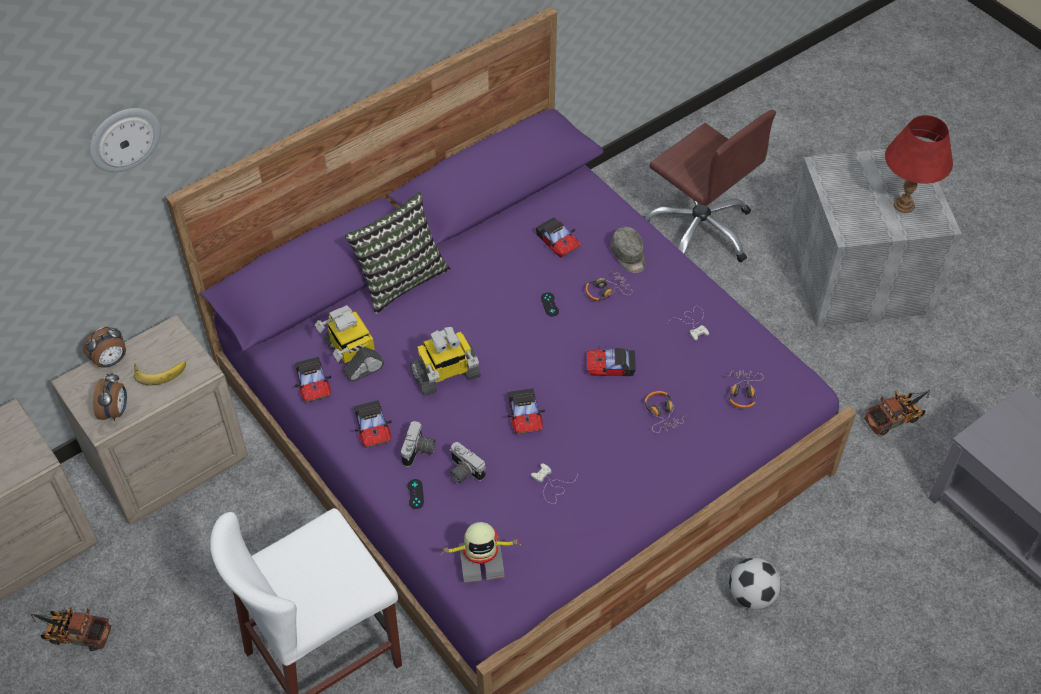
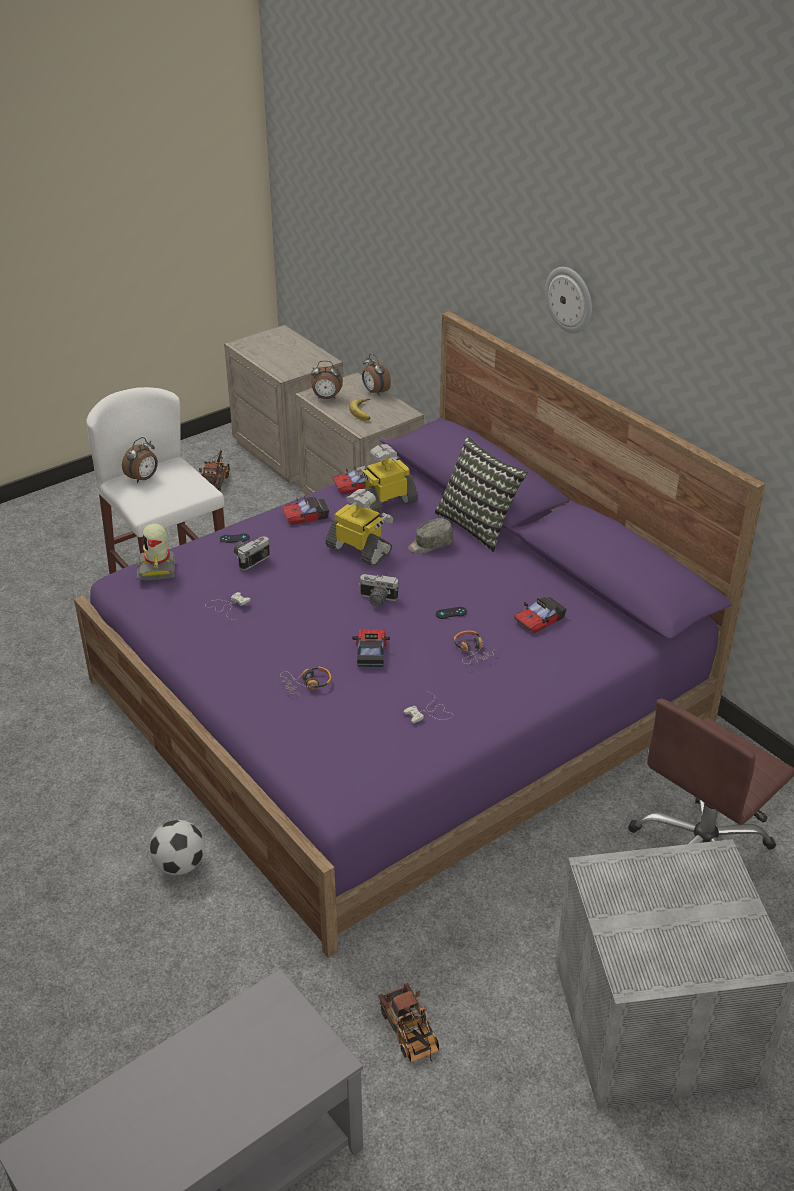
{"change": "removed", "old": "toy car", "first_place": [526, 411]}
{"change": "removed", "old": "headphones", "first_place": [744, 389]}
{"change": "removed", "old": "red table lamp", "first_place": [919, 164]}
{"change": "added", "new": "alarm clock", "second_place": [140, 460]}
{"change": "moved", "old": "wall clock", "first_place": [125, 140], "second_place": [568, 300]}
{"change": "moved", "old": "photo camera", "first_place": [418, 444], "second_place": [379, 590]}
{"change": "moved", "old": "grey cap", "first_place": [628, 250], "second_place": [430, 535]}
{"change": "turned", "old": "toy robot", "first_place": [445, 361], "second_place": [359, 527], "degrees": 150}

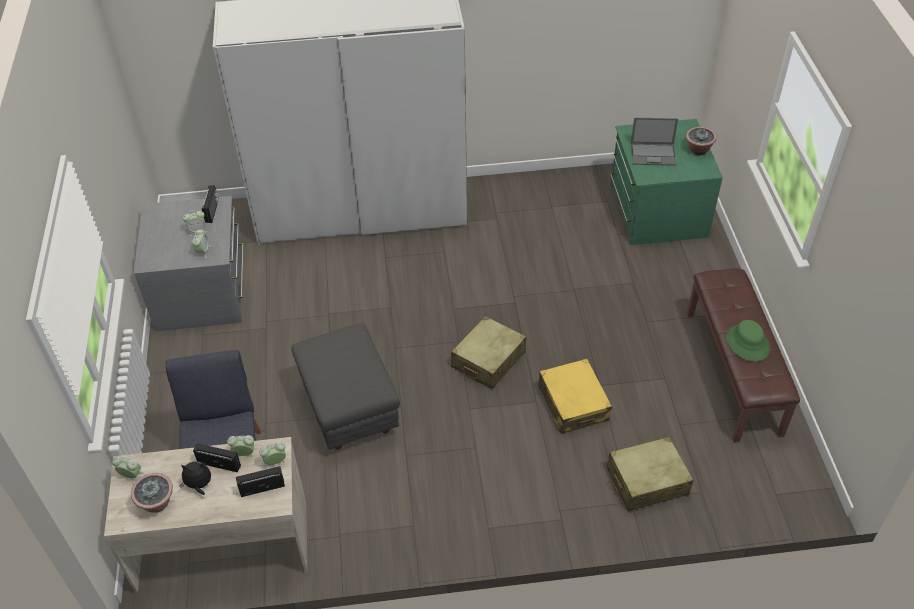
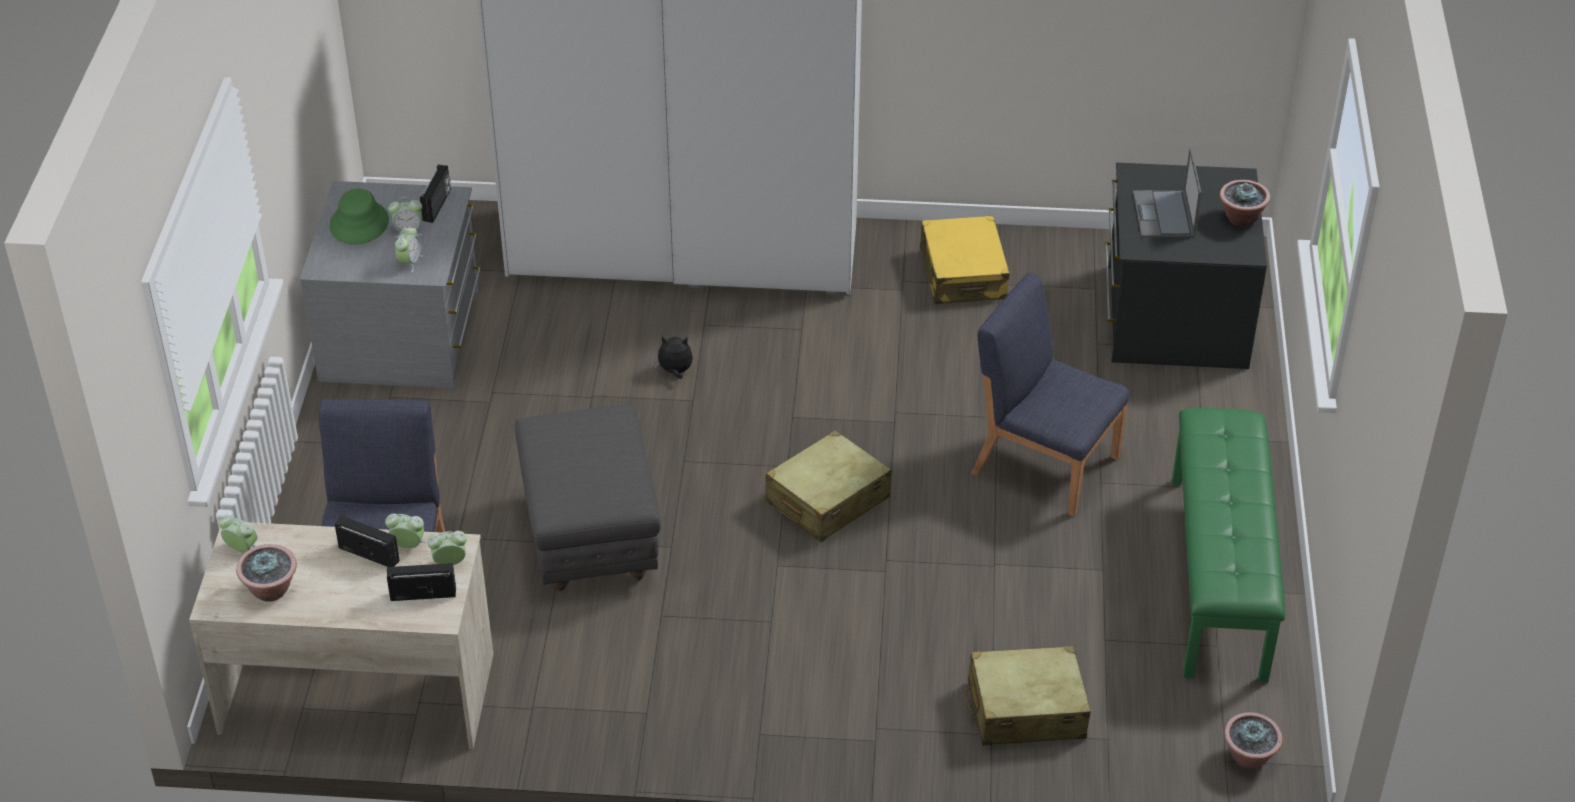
{"change": "added", "new": "blue chair", "second_place": [1050, 395]}
{"change": "added", "new": "potted plant", "second_place": [1253, 740]}
{"change": "moved", "old": "plush toy", "first_place": [195, 478], "second_place": [673, 357]}
{"change": "moved", "old": "yellow suitcase", "first_place": [575, 396], "second_place": [965, 260]}
{"change": "moved", "old": "green hat", "first_place": [748, 341], "second_place": [359, 216]}
{"change": "recoloured", "old": "green dresser", "new": "black dresser", "first_place": [666, 182], "second_place": [1186, 266]}
{"change": "recoloured", "old": "brown bench", "new": "green bench", "first_place": [743, 356], "second_place": [1228, 545]}
{"change": "turned", "old": "laptop", "first_place": [654, 142], "second_place": [1167, 192], "degrees": 75}

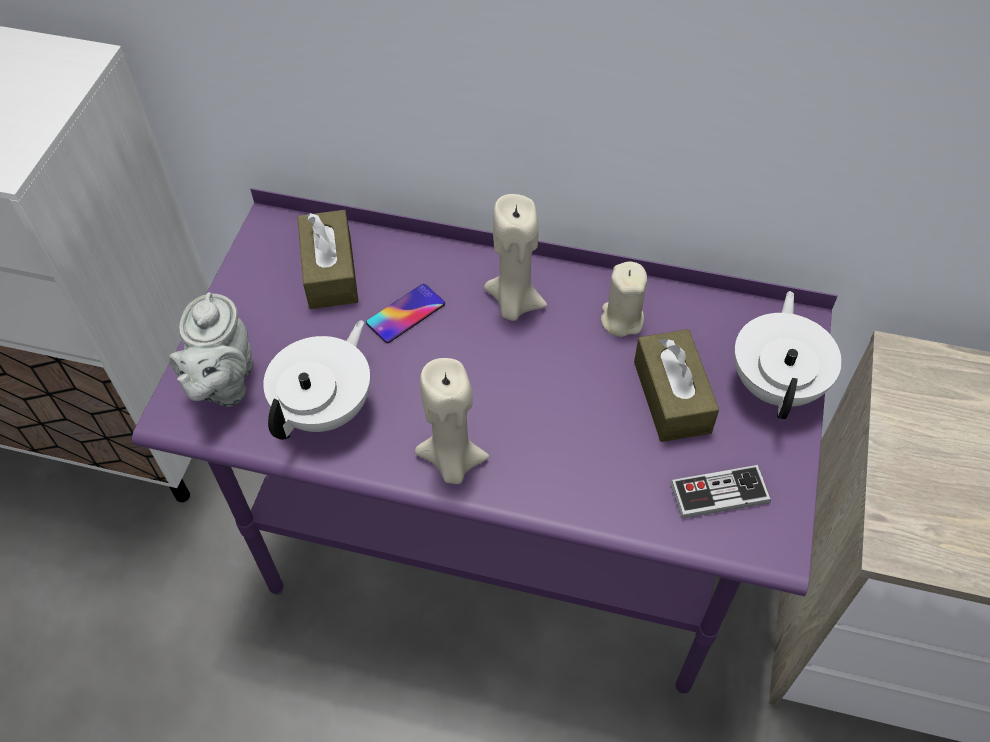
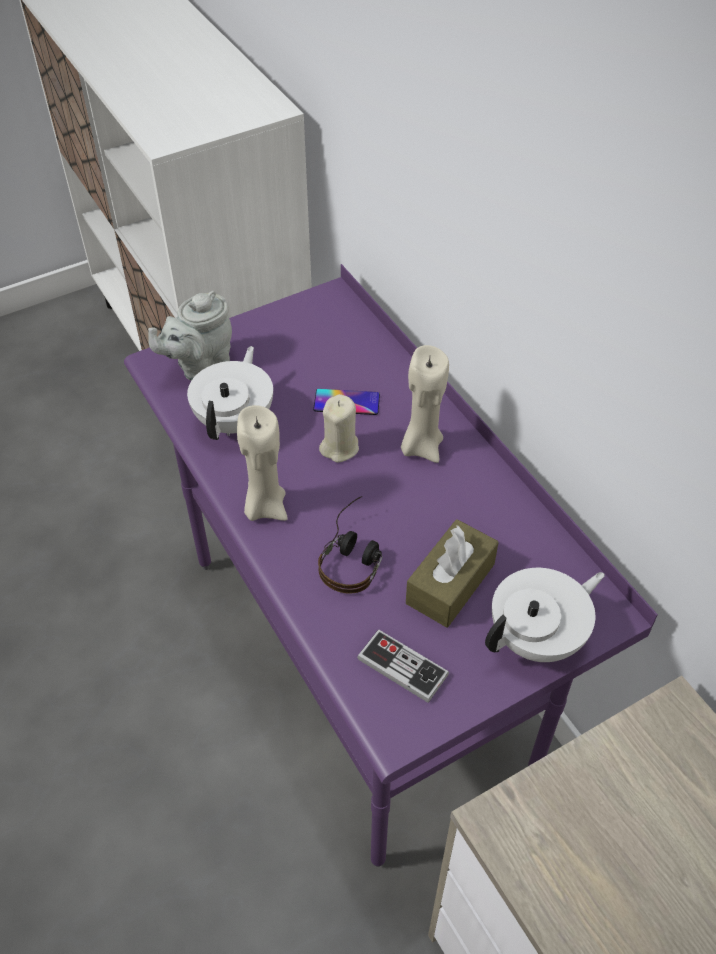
{"change": "removed", "old": "brown tissue box", "first_place": [328, 259]}
{"change": "added", "new": "headphones", "second_place": [350, 545]}
{"change": "moved", "old": "beige candle", "first_place": [624, 299], "second_place": [339, 428]}
{"change": "turned", "old": "white teapot", "first_place": [316, 380], "second_place": [230, 393], "degrees": -60}

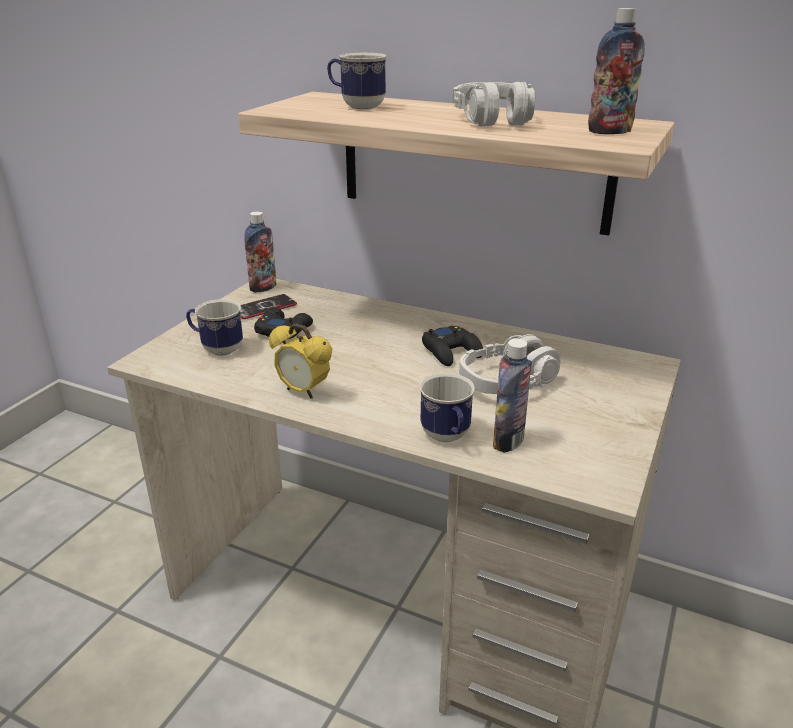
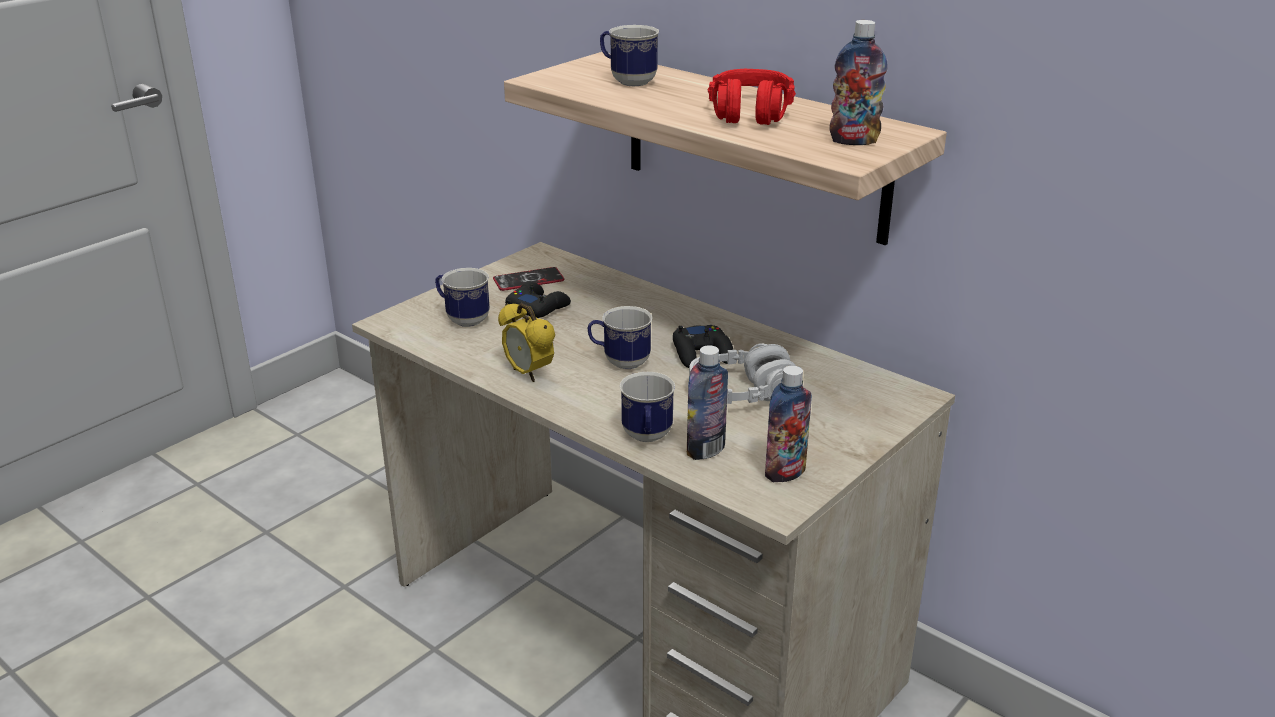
{"change": "added", "new": "mug", "second_place": [619, 337]}
{"change": "moved", "old": "bottle", "first_place": [260, 252], "second_place": [788, 424]}
{"change": "recoloured", "old": "grey headphones", "new": "red headphones", "first_place": [494, 104], "second_place": [752, 97]}

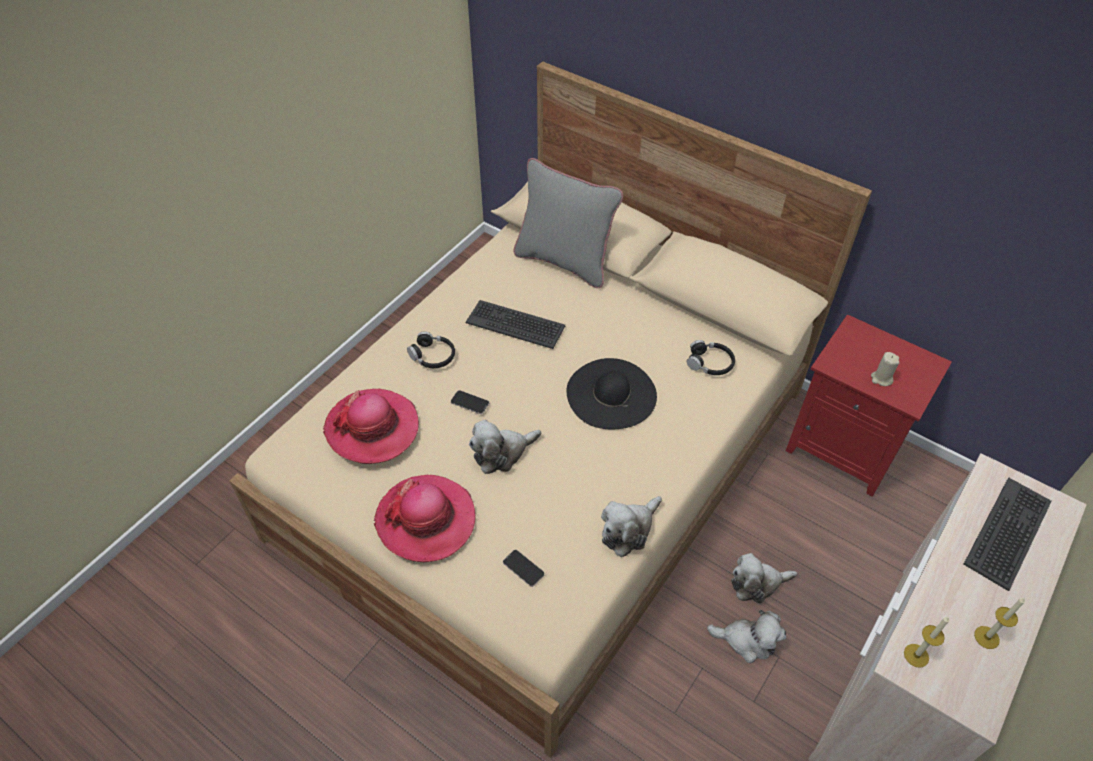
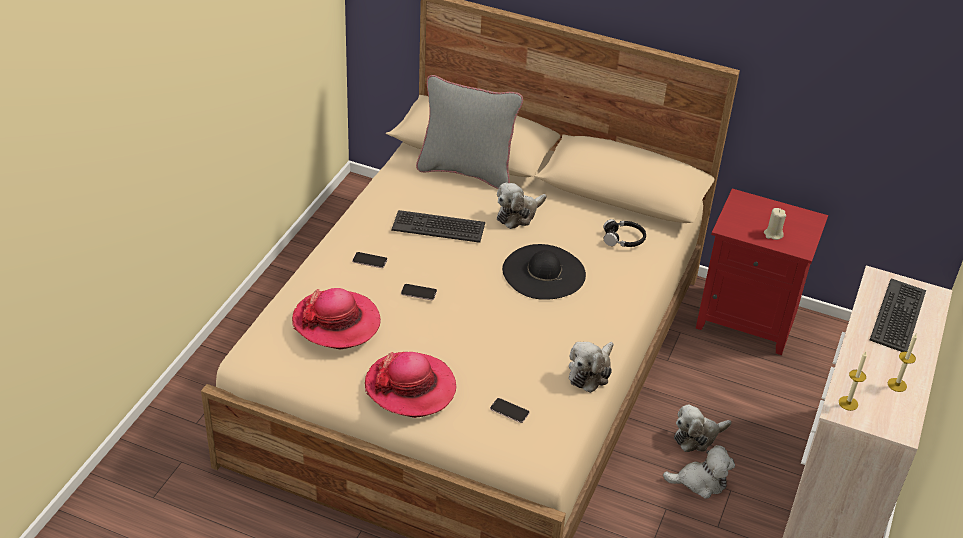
{"change": "moved", "old": "plush toy", "first_place": [505, 447], "second_place": [521, 206]}
{"change": "replaced", "old": "black headphones", "new": "phone", "first_place": [431, 349], "second_place": [370, 260]}

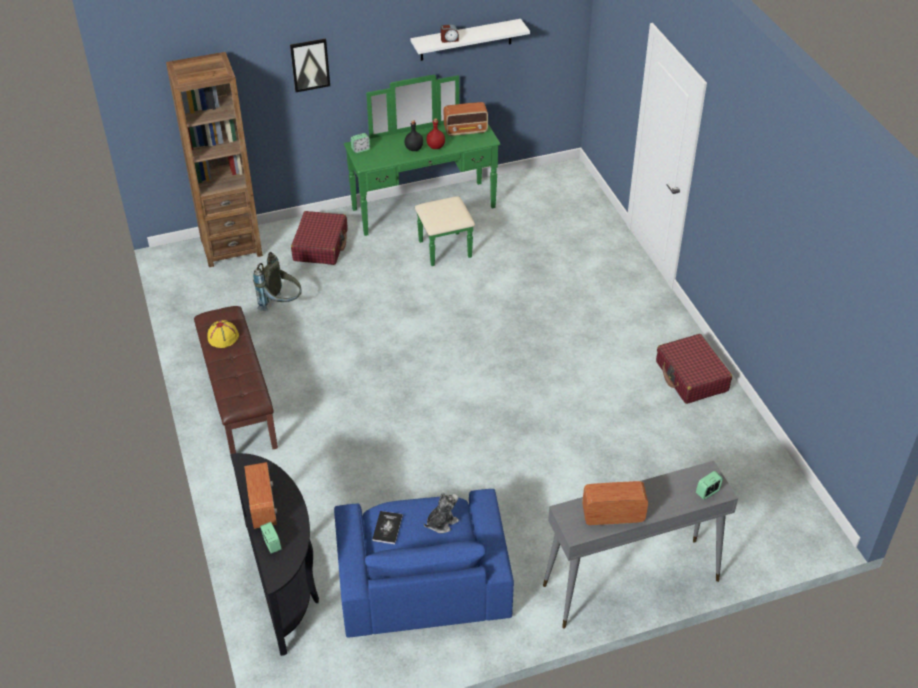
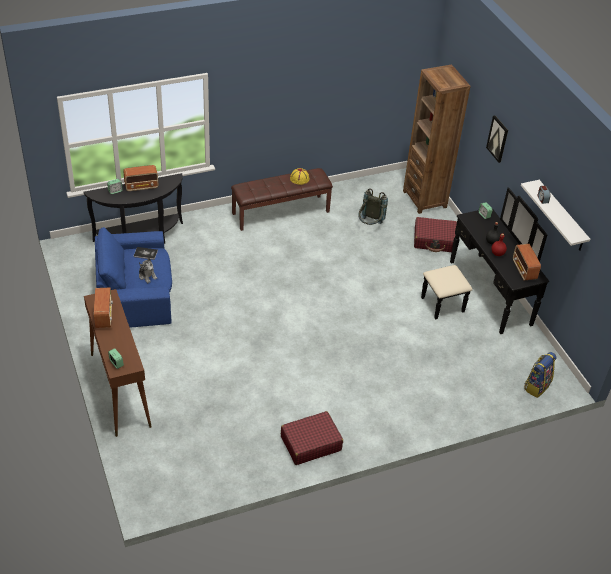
{"change": "added", "new": "backpack", "second_place": [540, 375]}
{"change": "recoloured", "old": "green dresser", "new": "black dresser", "first_place": [422, 170], "second_place": [485, 260]}
{"change": "recoloured", "old": "grey console table", "new": "brown console table", "first_place": [640, 545], "second_place": [118, 363]}

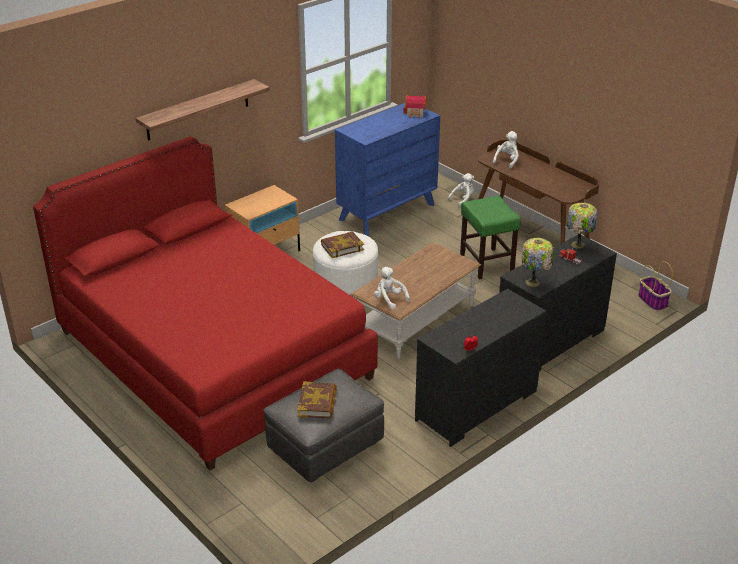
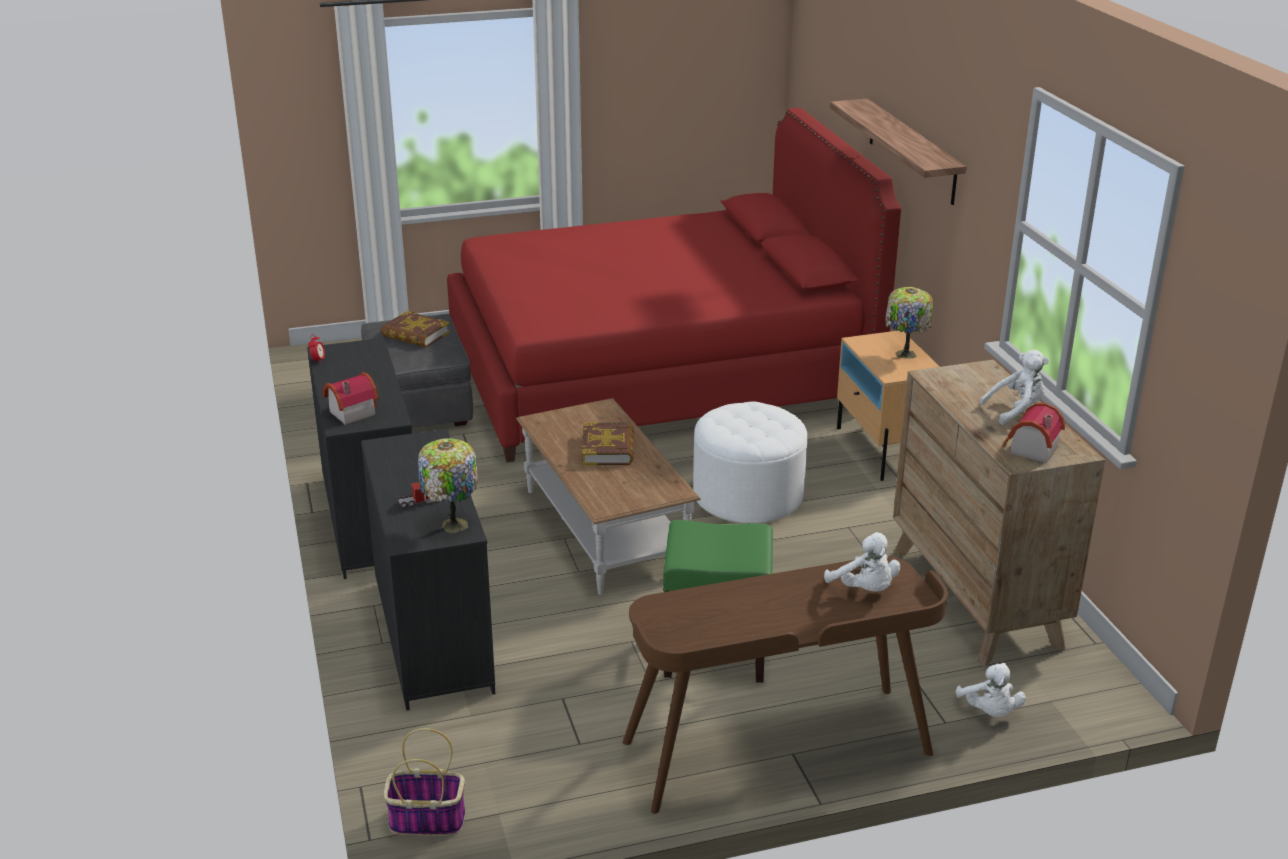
{"change": "added", "new": "toy house", "second_place": [351, 398]}
{"change": "moved", "old": "book", "first_place": [342, 245], "second_place": [608, 443]}
{"change": "moved", "old": "white plush toy", "first_place": [392, 288], "second_place": [1014, 387]}
{"change": "moved", "old": "table lamp", "first_place": [537, 262], "second_place": [909, 323]}
{"change": "recoloured", "old": "blue dresser", "new": "brown dresser", "first_place": [387, 169], "second_place": [999, 513]}

